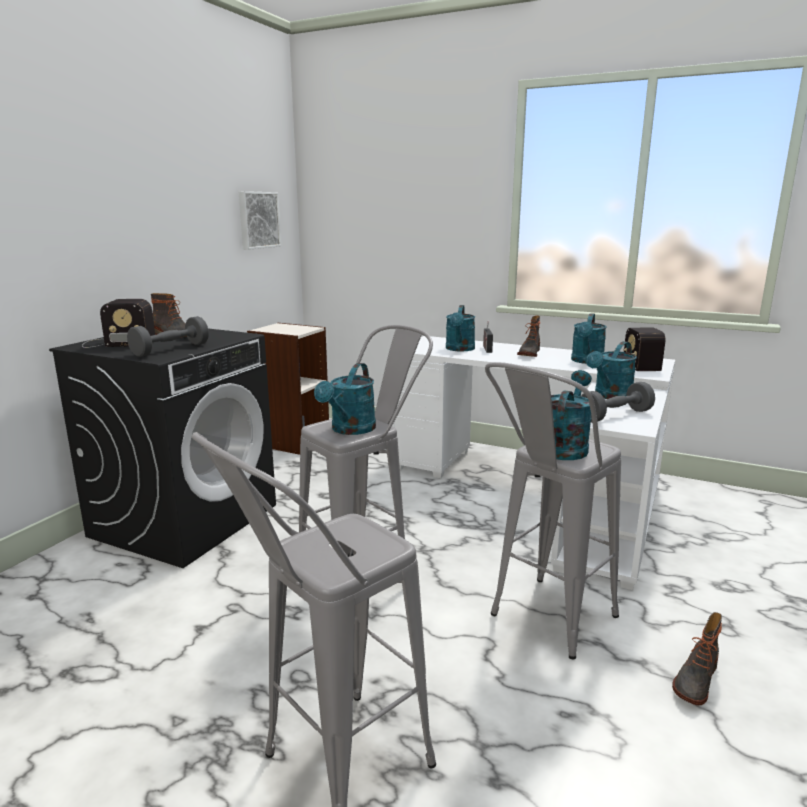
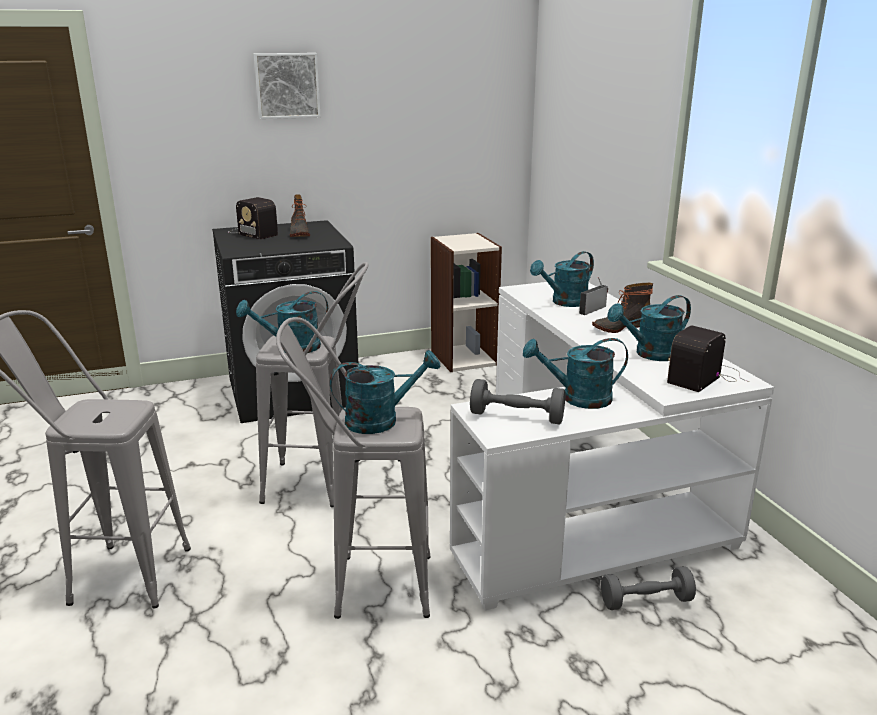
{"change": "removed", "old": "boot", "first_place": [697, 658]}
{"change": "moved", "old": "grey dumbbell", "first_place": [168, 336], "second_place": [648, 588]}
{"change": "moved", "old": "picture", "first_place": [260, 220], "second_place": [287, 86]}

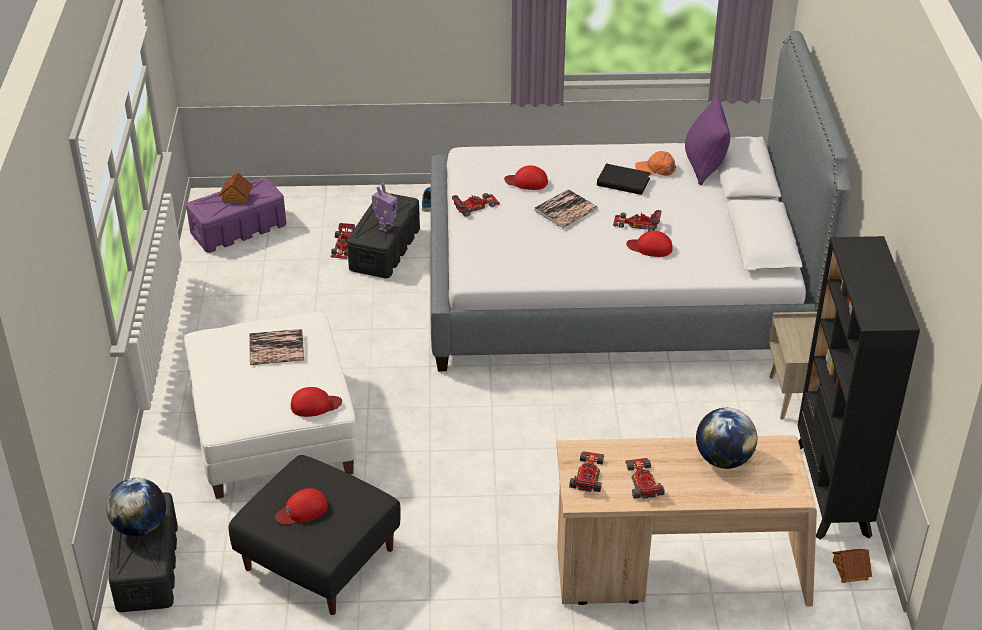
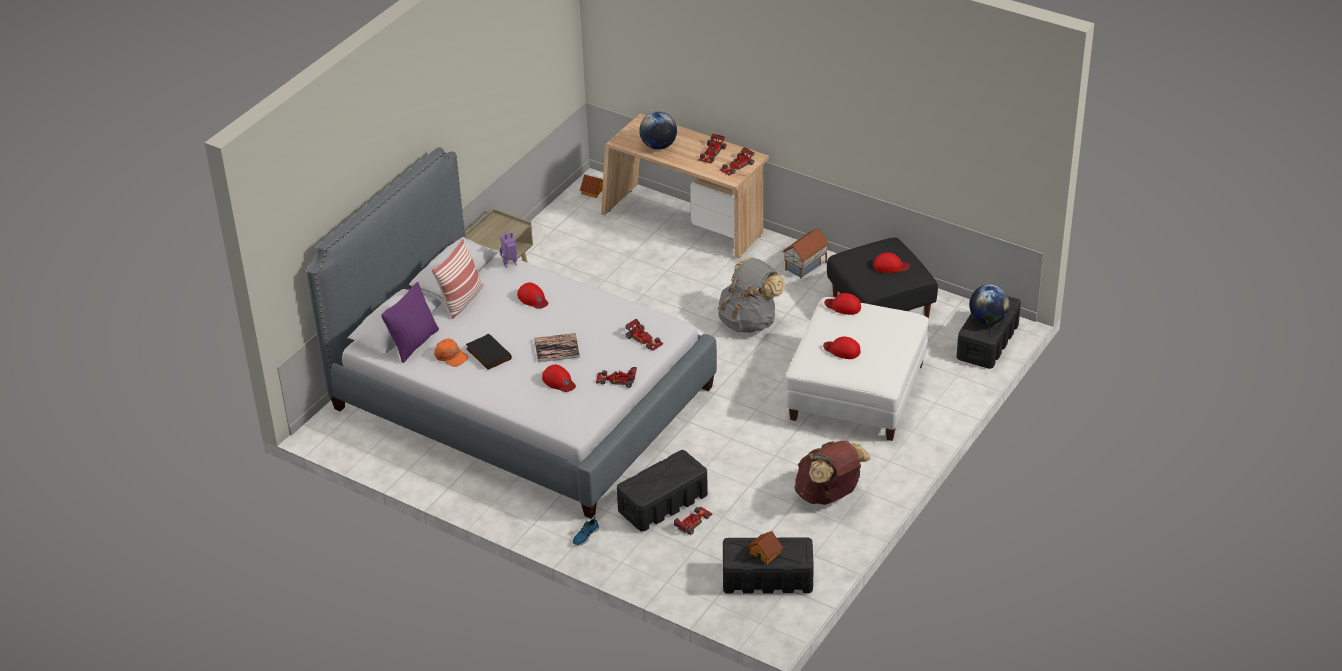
{"change": "removed", "old": "black bookcase", "first_place": [858, 388]}
{"change": "added", "new": "pillow", "second_place": [457, 279]}
{"change": "added", "new": "grey backpack", "second_place": [752, 295]}
{"change": "added", "new": "toy house", "second_place": [806, 253]}
{"change": "added", "new": "brown backpack", "second_place": [832, 473]}
{"change": "moved", "old": "toy robot", "first_place": [384, 207], "second_place": [508, 249]}
{"change": "moved", "old": "toy car", "first_place": [637, 220], "second_place": [644, 335]}
{"change": "replaced", "old": "book", "new": "red cap", "first_place": [276, 347], "second_place": [842, 348]}
{"change": "recoloured", "old": "purple storage box", "new": "black storage box", "first_place": [236, 215], "second_place": [768, 565]}

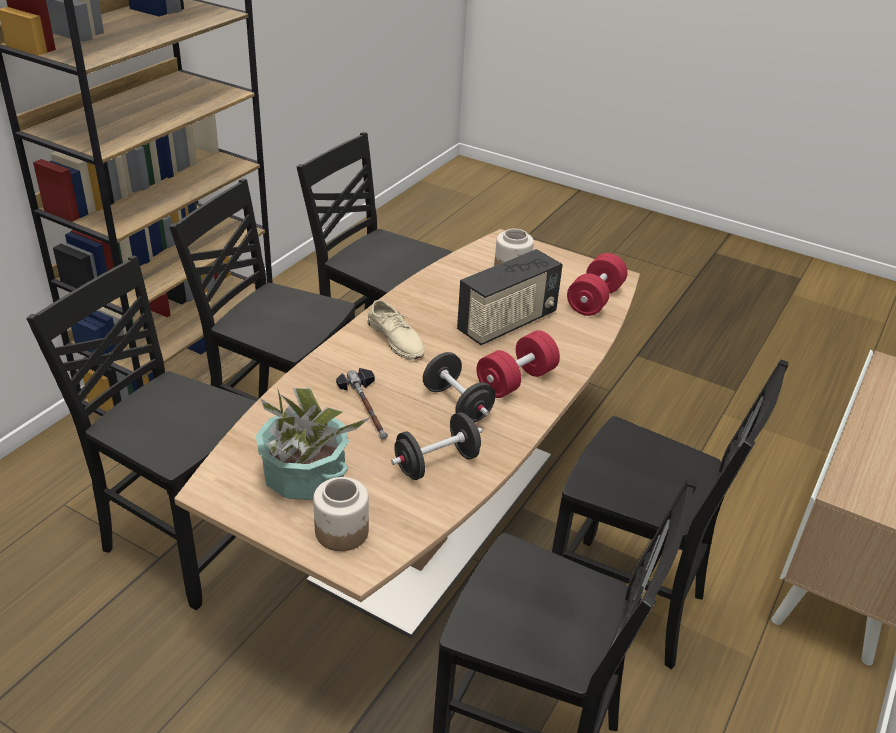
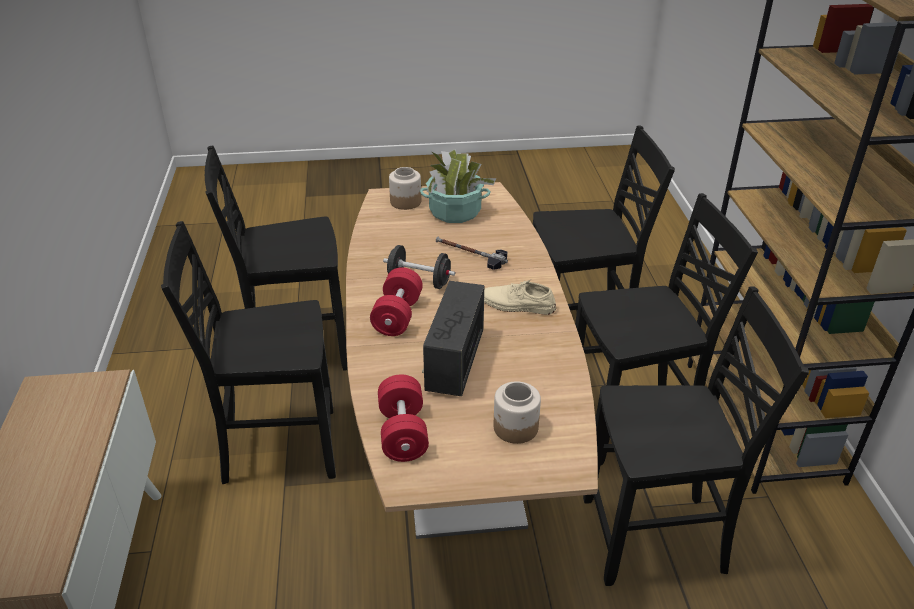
{"change": "removed", "old": "black dumbbell", "first_place": [436, 446]}

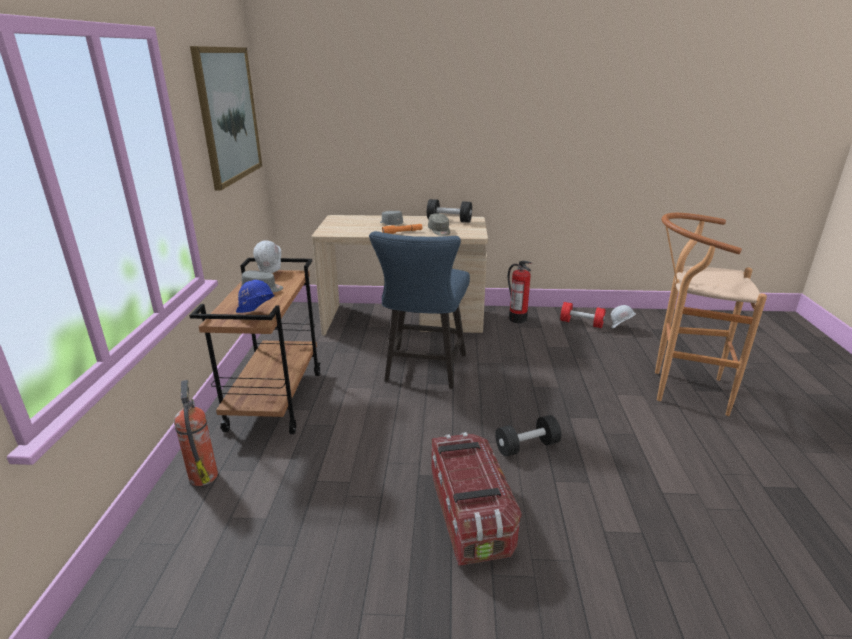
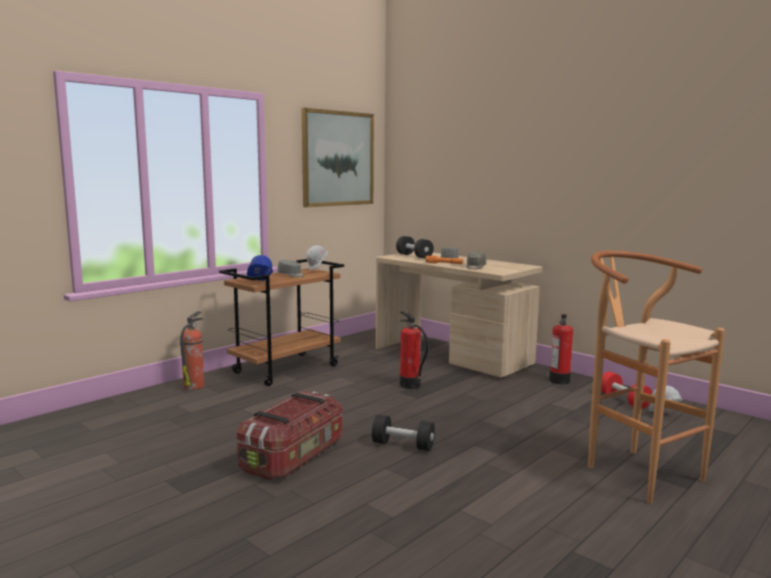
{"change": "moved", "old": "black dumbbell", "first_place": [449, 211], "second_place": [415, 247]}
{"change": "replaced", "old": "blue chair", "new": "fire extinguisher", "first_place": [419, 310], "second_place": [414, 350]}

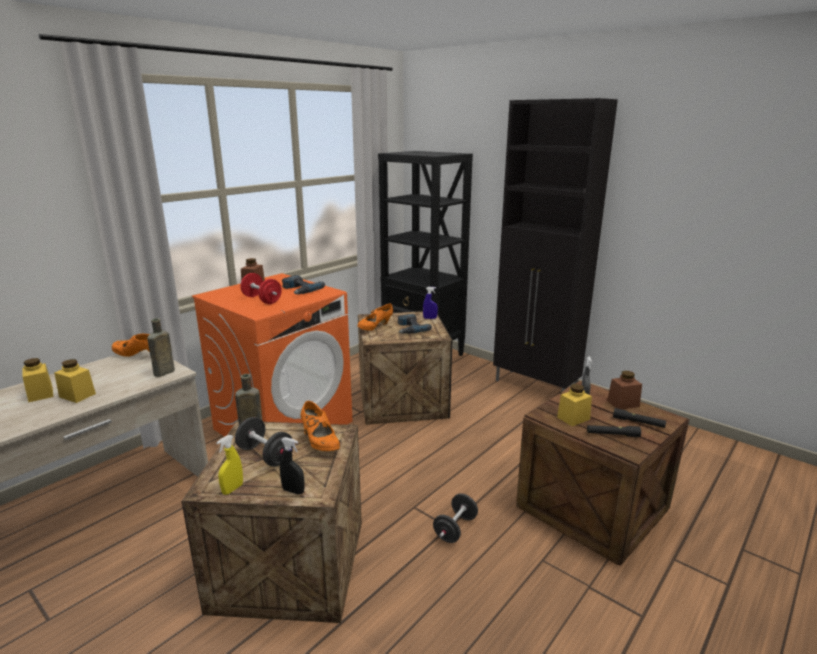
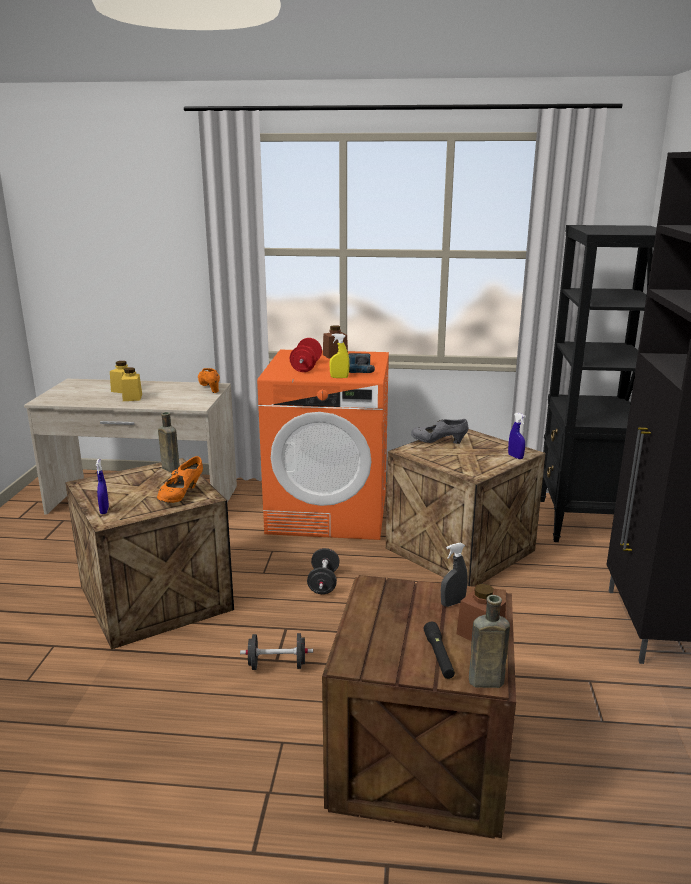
{"change": "removed", "old": "power drill", "first_place": [414, 324]}
{"change": "removed", "old": "yellow jar", "first_place": [574, 405]}
{"change": "removed", "old": "black flashlight", "first_place": [614, 431]}
{"change": "moved", "old": "brown bottle", "first_place": [161, 347], "second_place": [489, 641]}
{"change": "moved", "old": "yellow spray bottle", "first_place": [229, 465], "second_place": [339, 356]}
{"change": "moved", "old": "black dumbbell", "first_place": [264, 442], "second_place": [323, 571]}
{"change": "recoloured", "old": "black spray bottle", "new": "blue spray bottle", "first_place": [292, 465], "second_place": [102, 486]}
{"change": "recoloured", "old": "orange shoe", "new": "grey shoe", "first_place": [375, 317], "second_place": [439, 431]}

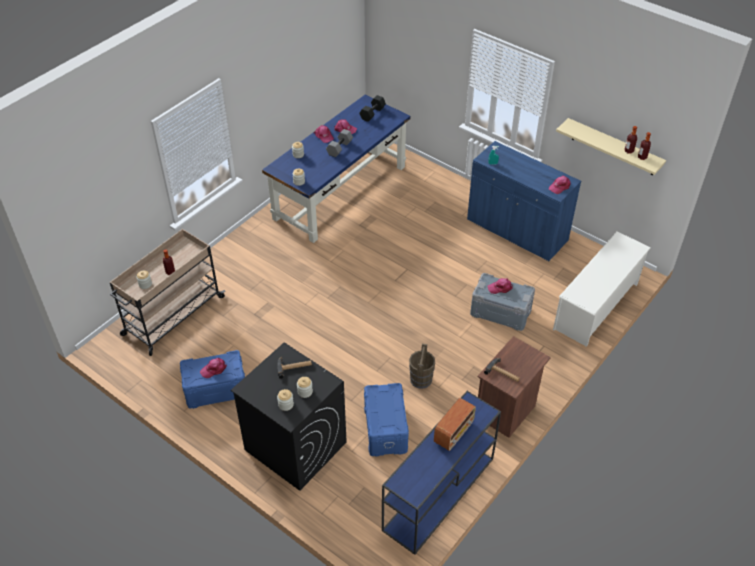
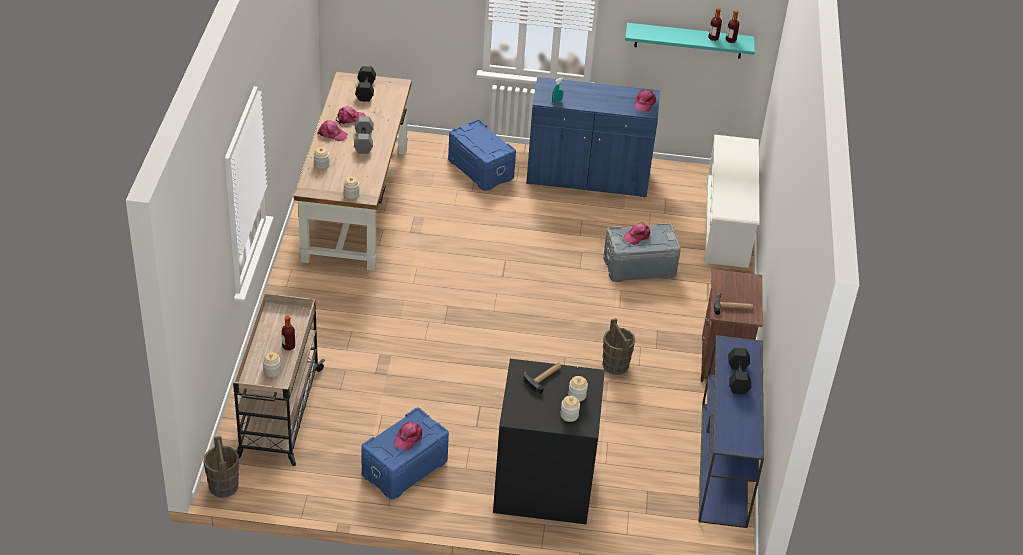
{"change": "added", "new": "brown bucket", "second_place": [221, 467]}
{"change": "moved", "old": "blue storage box", "first_place": [386, 420], "second_place": [482, 155]}
{"change": "replaced", "old": "radio", "new": "black dumbbell", "first_place": [455, 424], "second_place": [739, 371]}
{"change": "recoloured", "old": "blue desk", "new": "brown desk", "first_place": [336, 169], "second_place": [353, 171]}
{"change": "recoloured", "old": "beige shelf", "new": "turquoise shelf", "first_place": [611, 147], "second_place": [690, 41]}

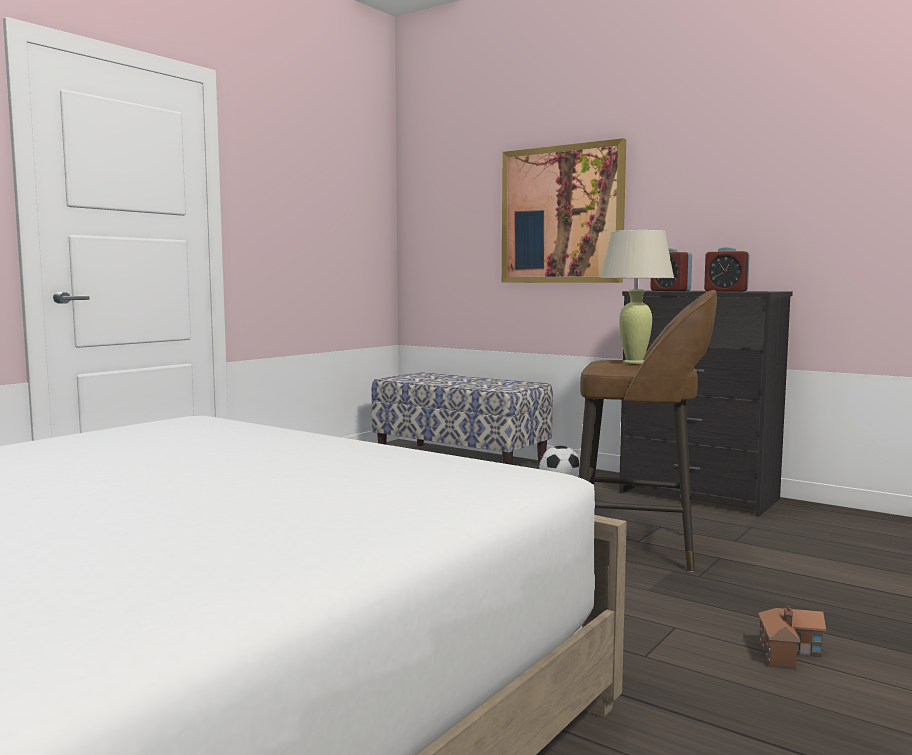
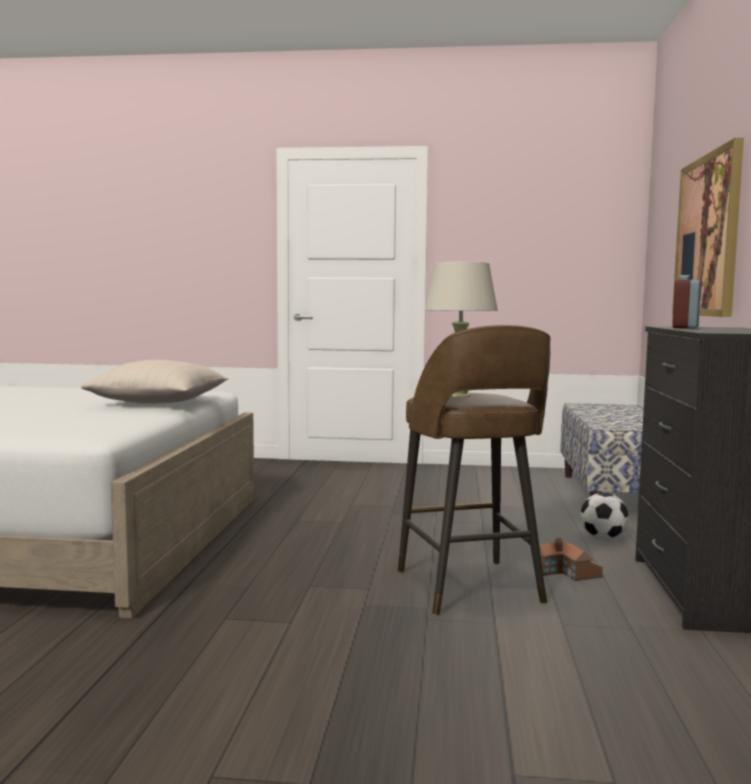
{"change": "removed", "old": "alarm clock", "first_place": [727, 269]}
{"change": "added", "new": "beige pillow", "second_place": [154, 382]}
{"change": "moved", "old": "toy house", "first_place": [792, 637], "second_place": [571, 559]}

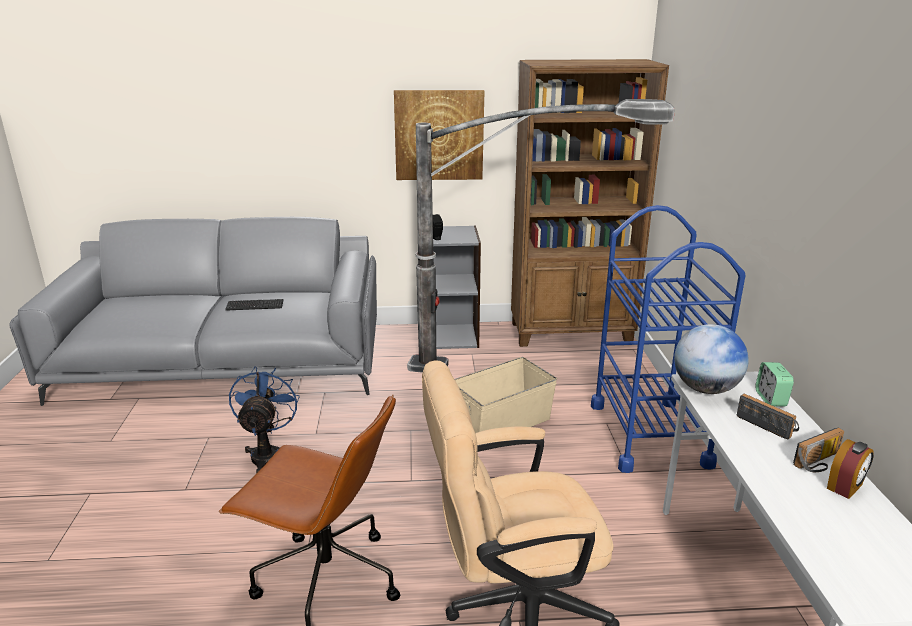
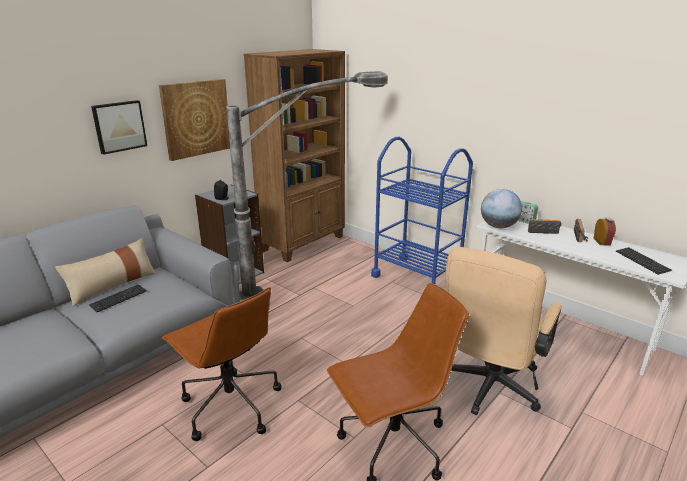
{"change": "removed", "old": "beige storage box", "first_place": [506, 395]}
{"change": "added", "new": "beige pillow", "second_place": [106, 272]}
{"change": "added", "new": "picture", "second_place": [119, 127]}
{"change": "added", "new": "keyboard", "second_place": [644, 261]}
{"change": "replaced", "old": "blue fan", "new": "brown office chair", "first_place": [264, 420], "second_place": [222, 364]}

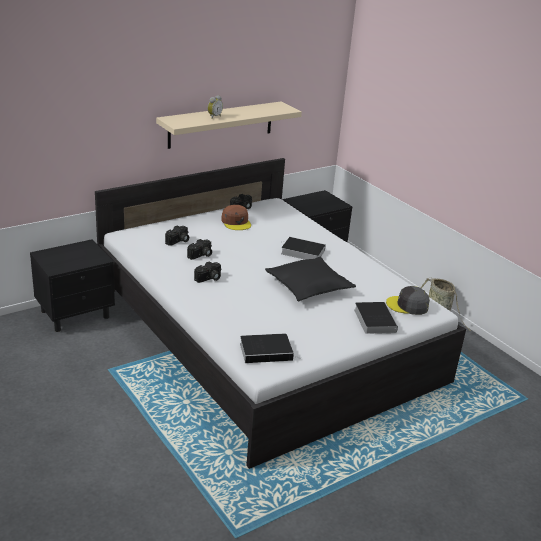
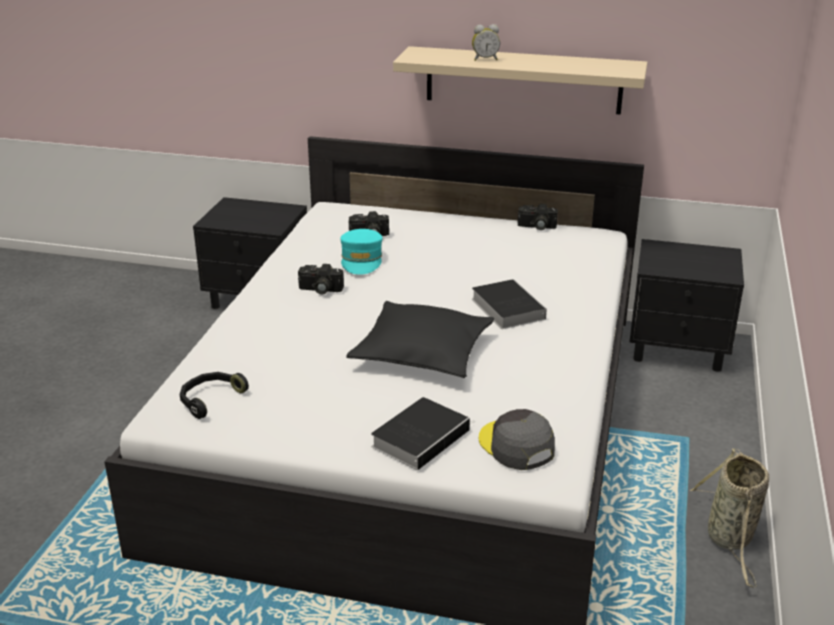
{"change": "removed", "old": "brown cap", "first_place": [236, 217]}
{"change": "replaced", "old": "photo camera", "new": "turquoise cap", "first_place": [199, 249], "second_place": [361, 251]}
{"change": "replaced", "old": "book", "new": "black headphones", "first_place": [271, 348], "second_place": [214, 395]}

